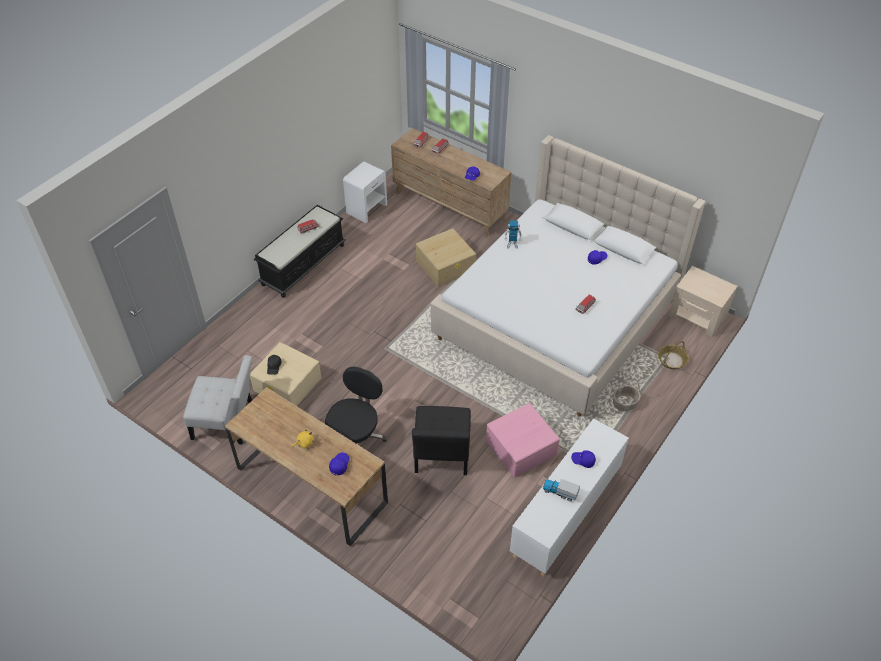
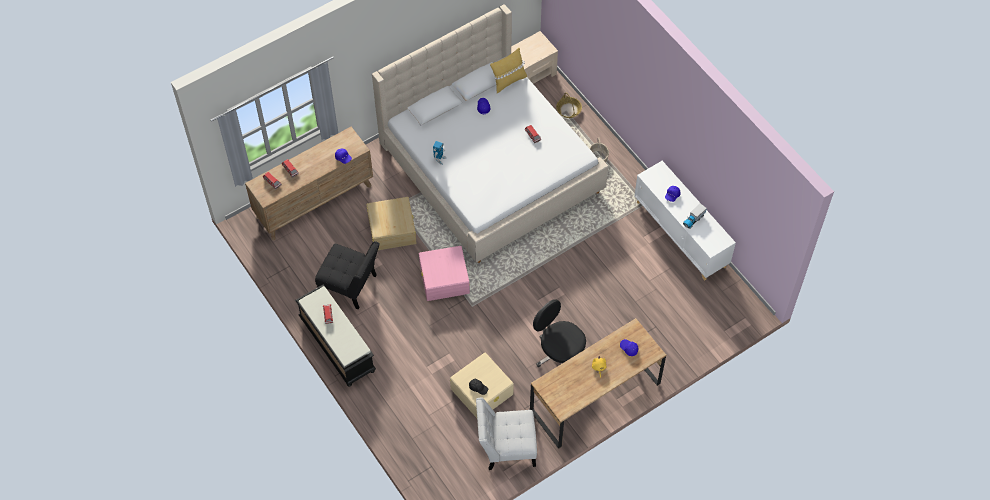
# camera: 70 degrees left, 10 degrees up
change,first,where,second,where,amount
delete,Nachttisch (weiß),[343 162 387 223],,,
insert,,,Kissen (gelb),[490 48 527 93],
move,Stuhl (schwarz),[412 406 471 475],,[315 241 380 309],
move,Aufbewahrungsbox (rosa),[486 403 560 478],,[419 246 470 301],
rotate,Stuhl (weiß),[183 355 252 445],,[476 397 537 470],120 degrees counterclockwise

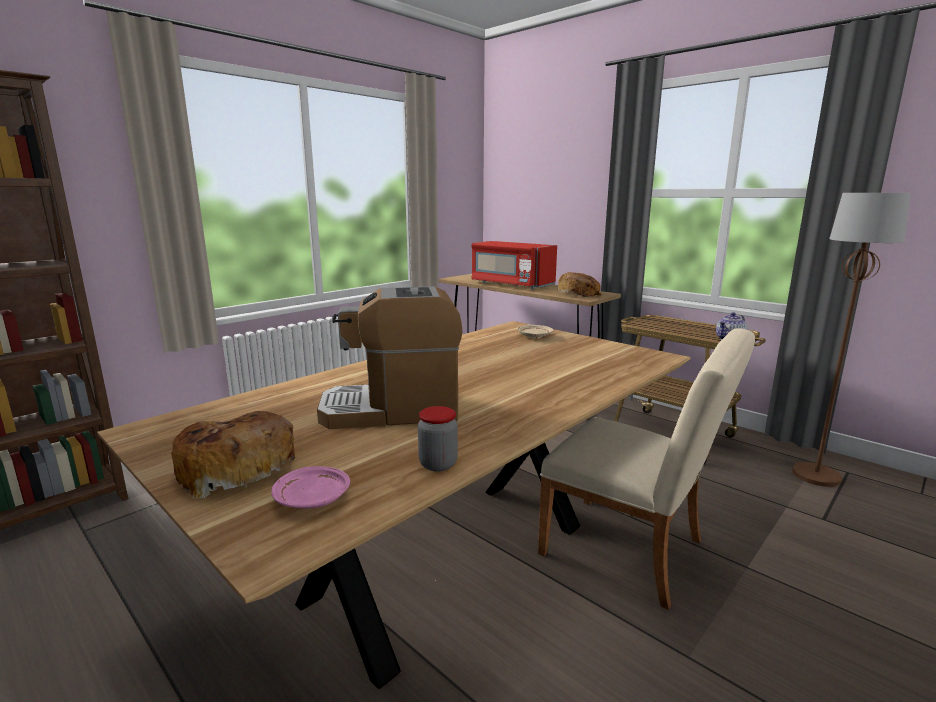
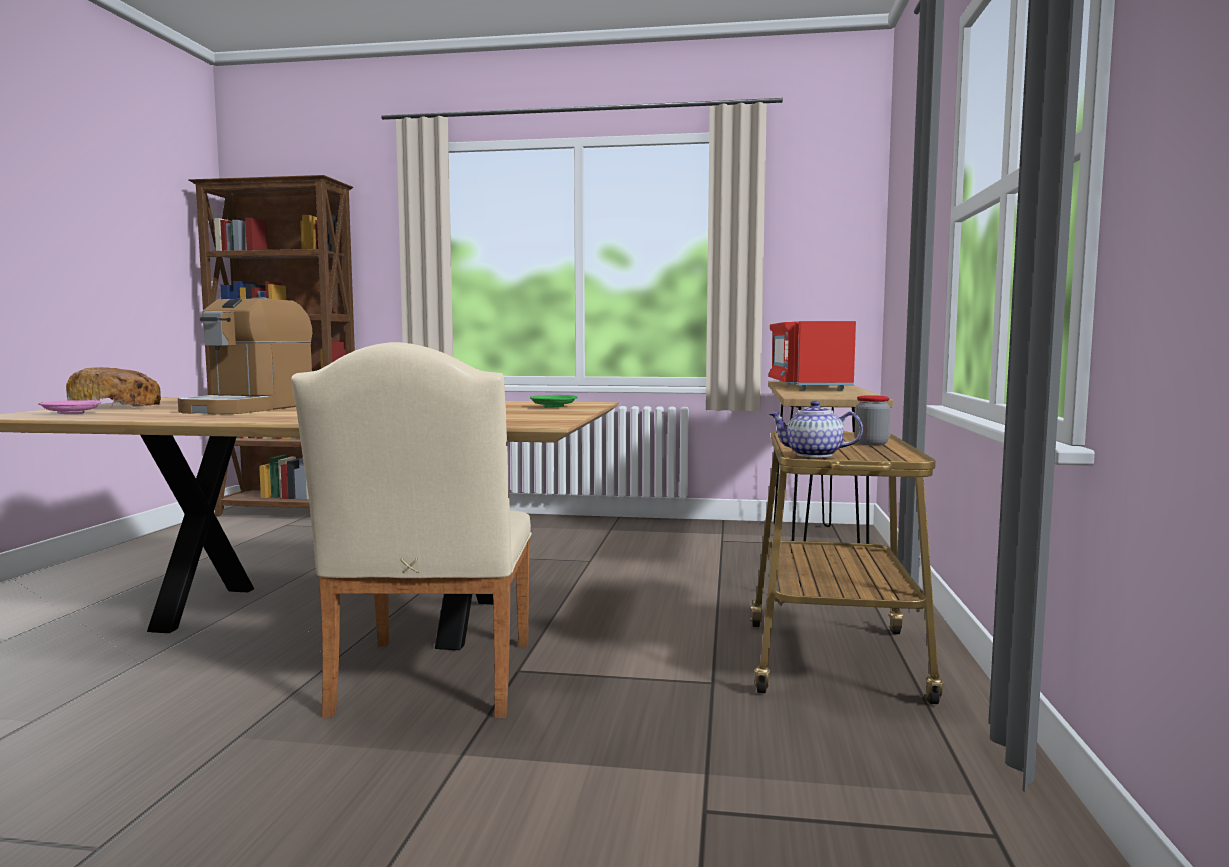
# camera: 55 degrees right, 10 degrees down
change,first,where,second,where,amount
delete,Brot,[558 272 602 297],,,
delete,Stehlampe (braun),[792 193 911 487],,,
move,Vorratsglas,[418 406 458 472],,[855 395 890 446],
recolor,Teller (beige),[517 325 553 339],Teller (grün),[530 395 577 408],
rotate,Kaffeemaschine,[317 286 463 429],,[178 297 312 415],120 degrees counterclockwise

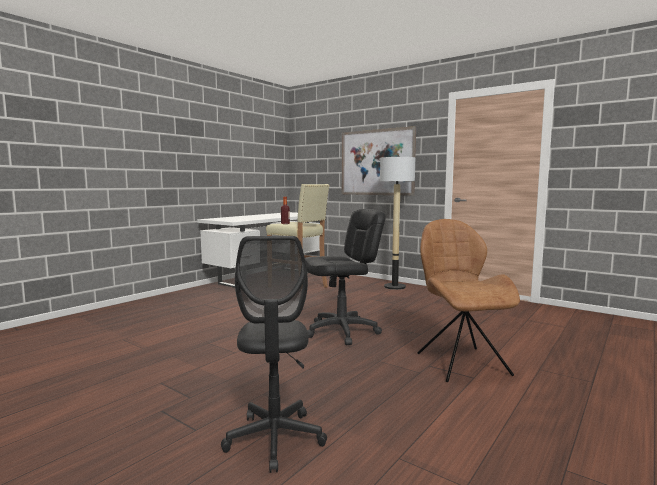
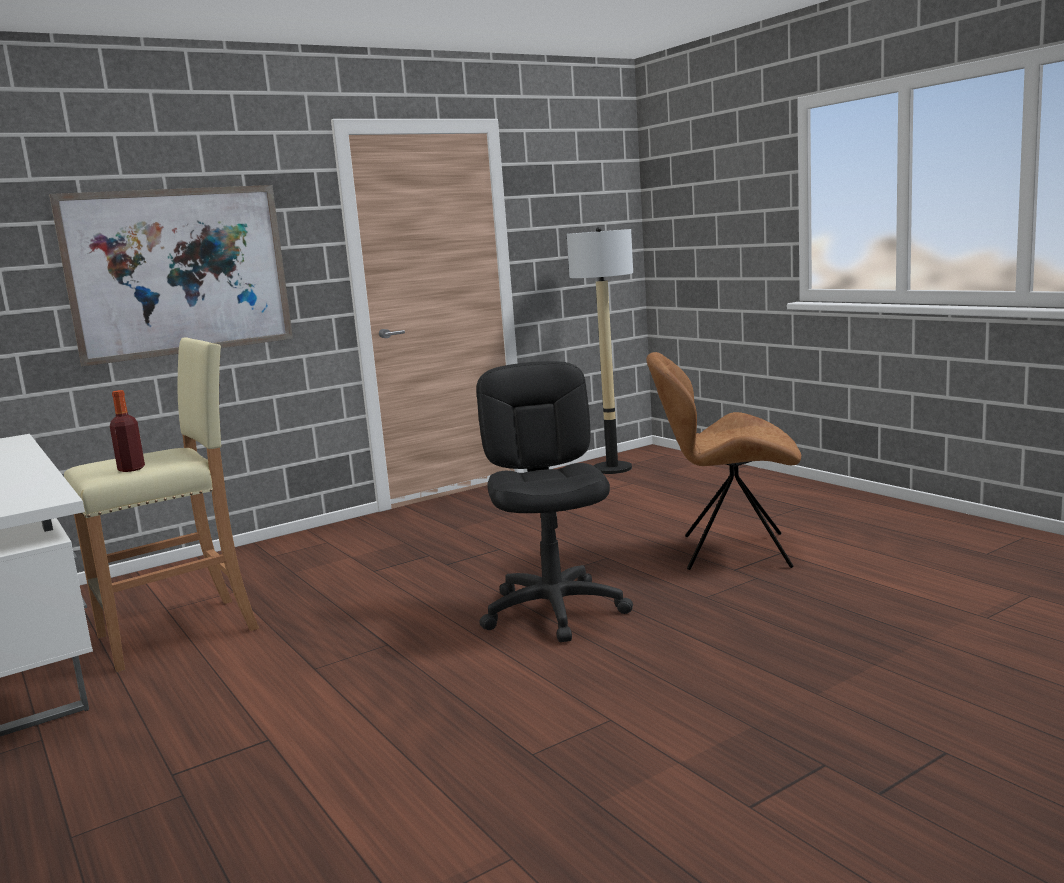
# camera: 70 degrees left, 5 degrees up
change,first,where,second,where,amount
delete,Bürostuhl (schwarz),[221 236 327 473],,,
move,Stehlampe,[380 156 415 290],,[567 227 633 474],

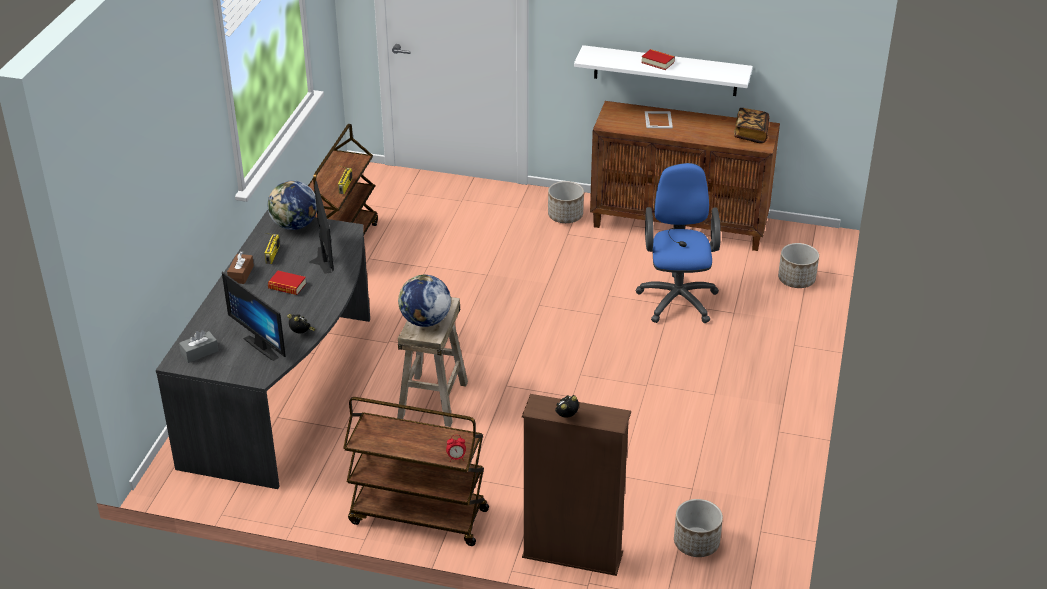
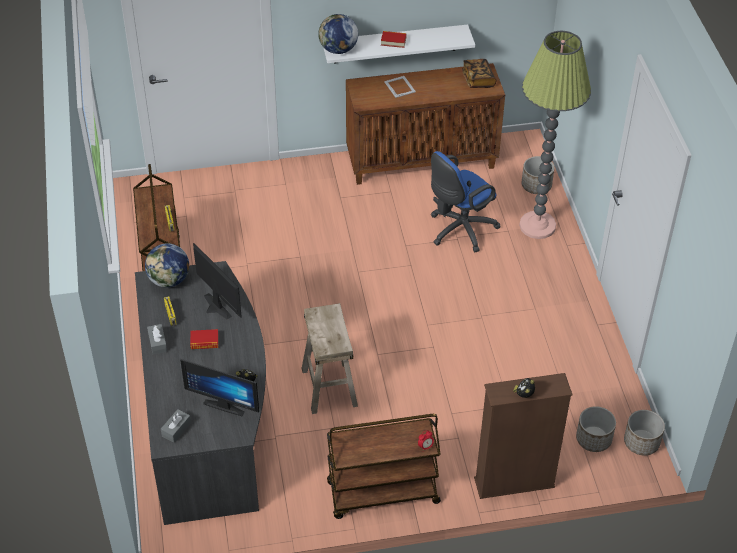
# camera: 25 degrees left, 10 degrees up
change,first,where,second,where,amount
insert,,,Stehlampe,[519 31 591 239],
move,Globus,[398 275 451 327],,[318 14 358 54],
move,Pflanzkübel,[548 181 584 223],,[624 410 665 456],
recolor,Taschentuchbox (braun),[227 251 254 284],Taschentuchbox (grau),[147 324 167 354],
rotate,Bürostuhl (blau),[636 163 721 323],,[431 151 500 252],105 degrees counterclockwise

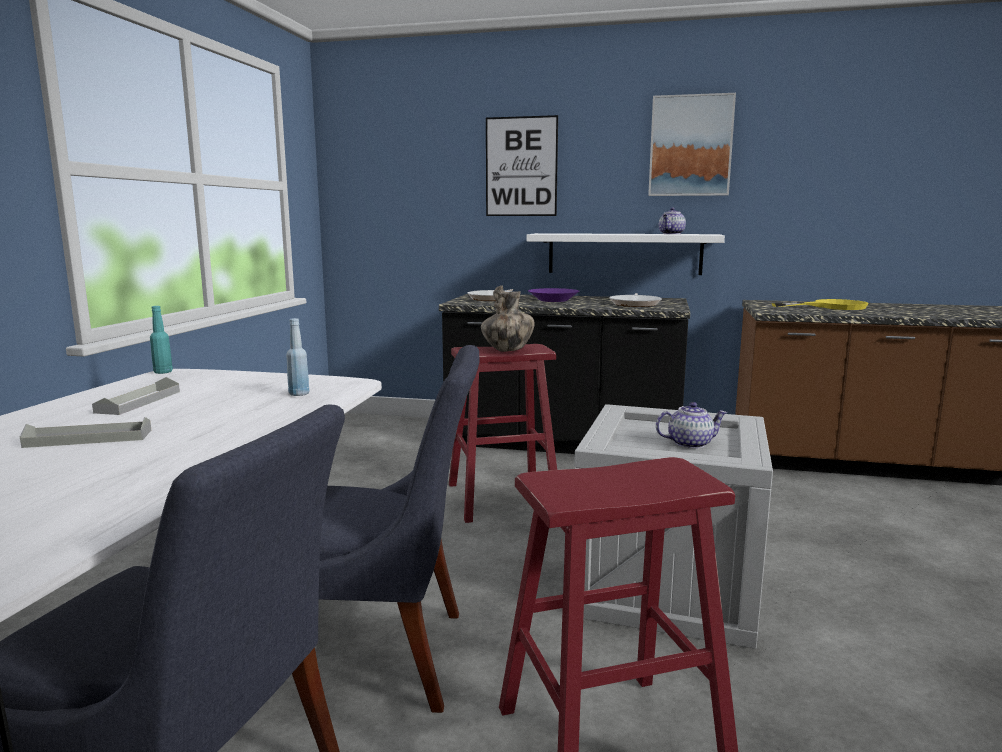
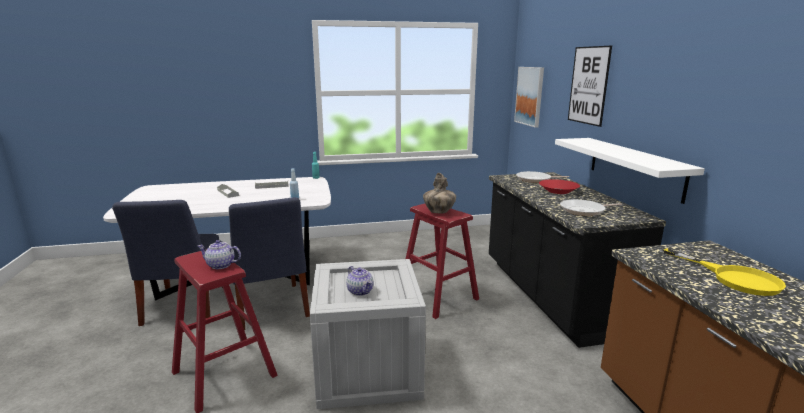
# camera: 65 degrees right, 5 degrees up
change,first,where,second,where,amount
move,Bild,[648 93 736 196],,[514 67 544 127],
move,Teekanne,[659 207 686 234],,[198 240 241 269],
recolor,Schüssel (lila),[528 288 579 302],Schüssel (rot),[539 179 580 194],

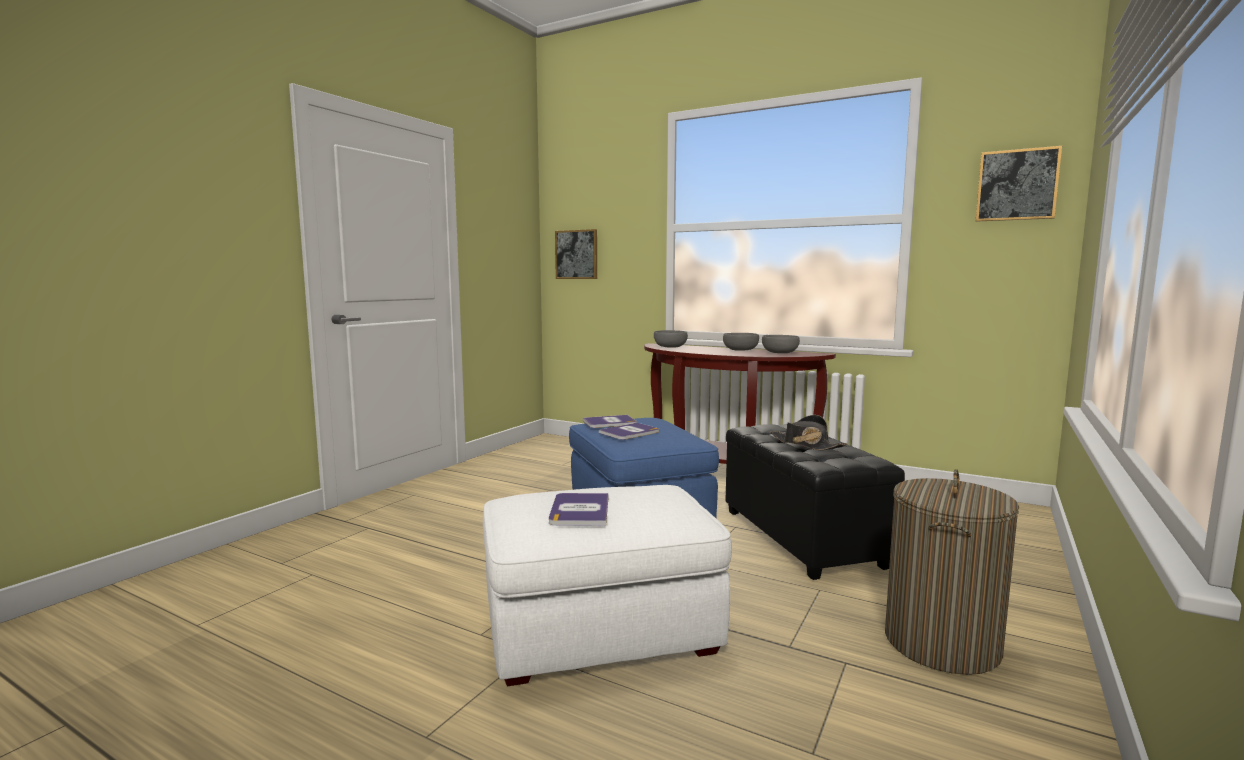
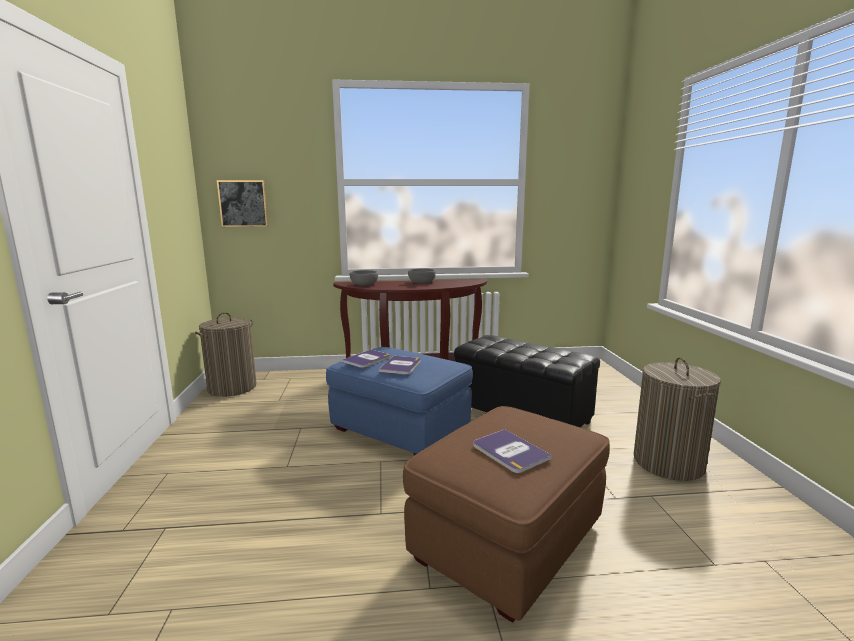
# camera: 35 degrees left, 5 degrees up
change,first,where,second,where,amount
delete,Schüssel (grau),[762 335 800 353],,,
delete,Hut (schwarz),[770 415 847 450],,,
delete,Bild,[976 146 1062 222],,,
insert,,,Wäschekorb,[195 312 256 397],
recolor,Polsterhocker (weiß),[483 485 732 686],Polsterhocker (braun),[403 406 610 623],

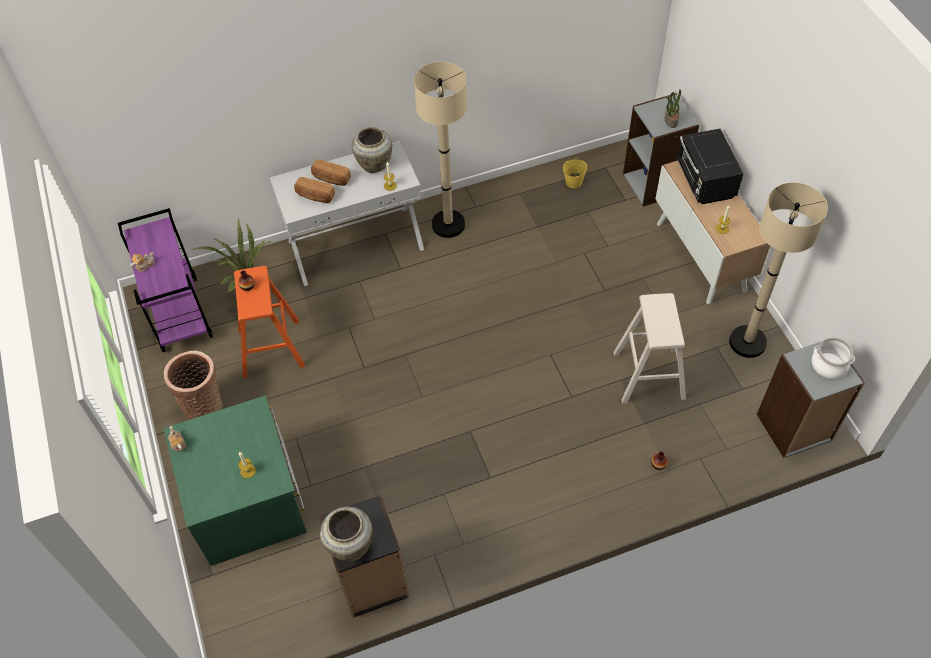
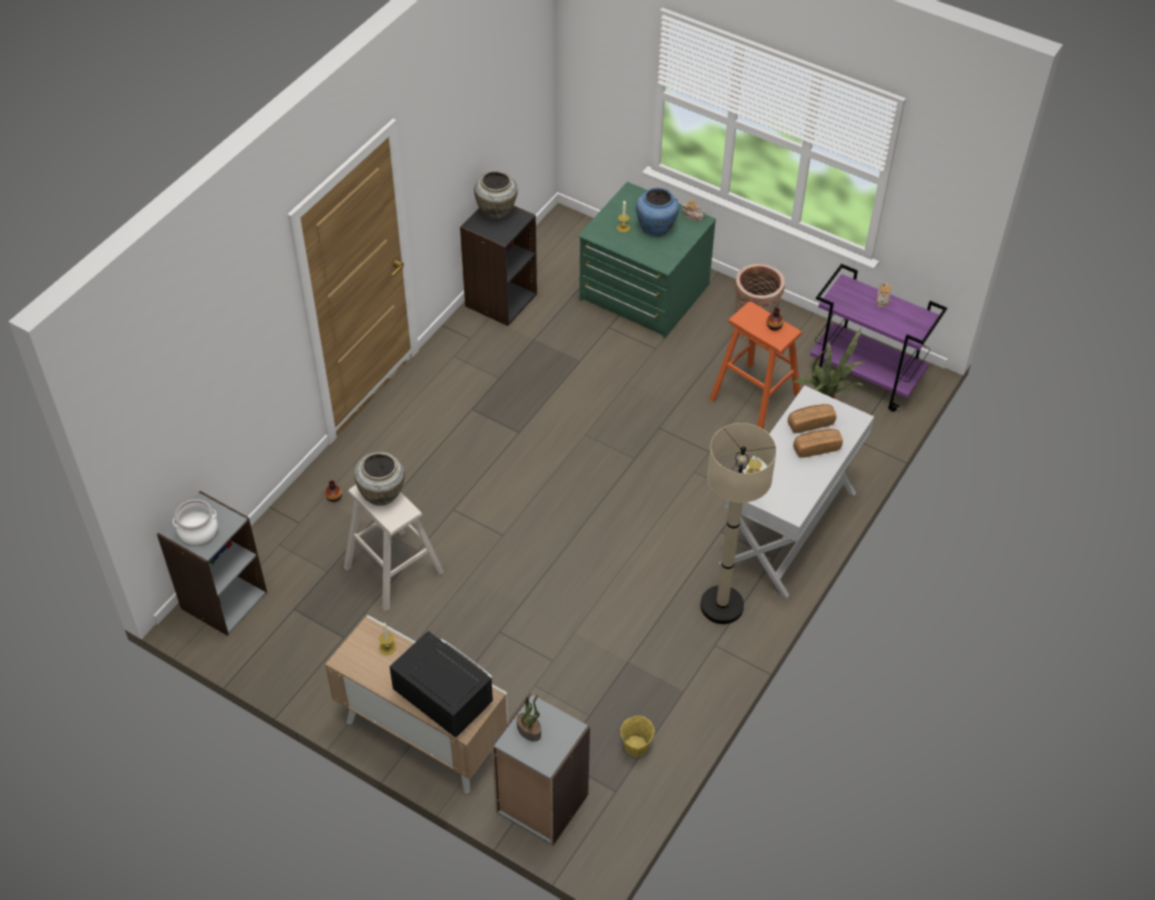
# camera: 140 degrees right, 5 degrees down
change,first,where,second,where,amount
delete,Stehlampe (beige),[729 182 828 358],,,
insert,,,Vase (blau),[636 188 679 237],
move,Vase (beige),[352 127 392 173],,[354 452 405 506],

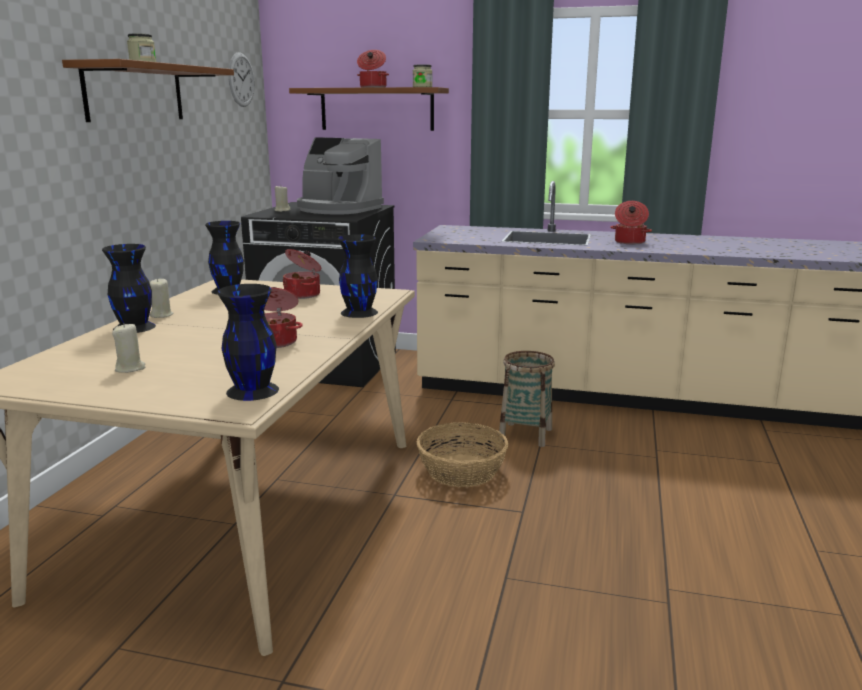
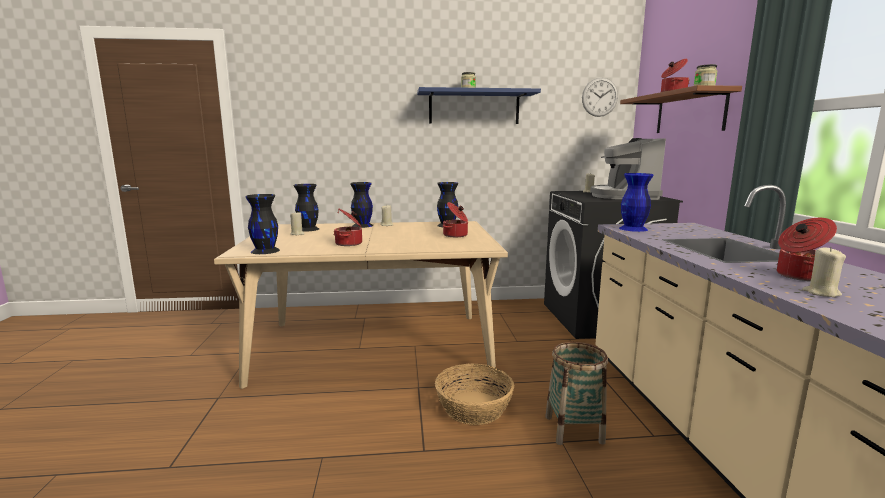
# camera: 70 degrees right, 5 degrees down
change,first,where,second,where,amount
insert,,,Vase (blau),[619 173 654 232],
insert,,,Kerze (beige),[802 247 846 297],
move,Vase (schwarz),[338 234 378 318],,[294 184 319 232],
recolor,Wandregal (braun),[62 59 234 122],Wandregal (blau),[417 87 541 124],

